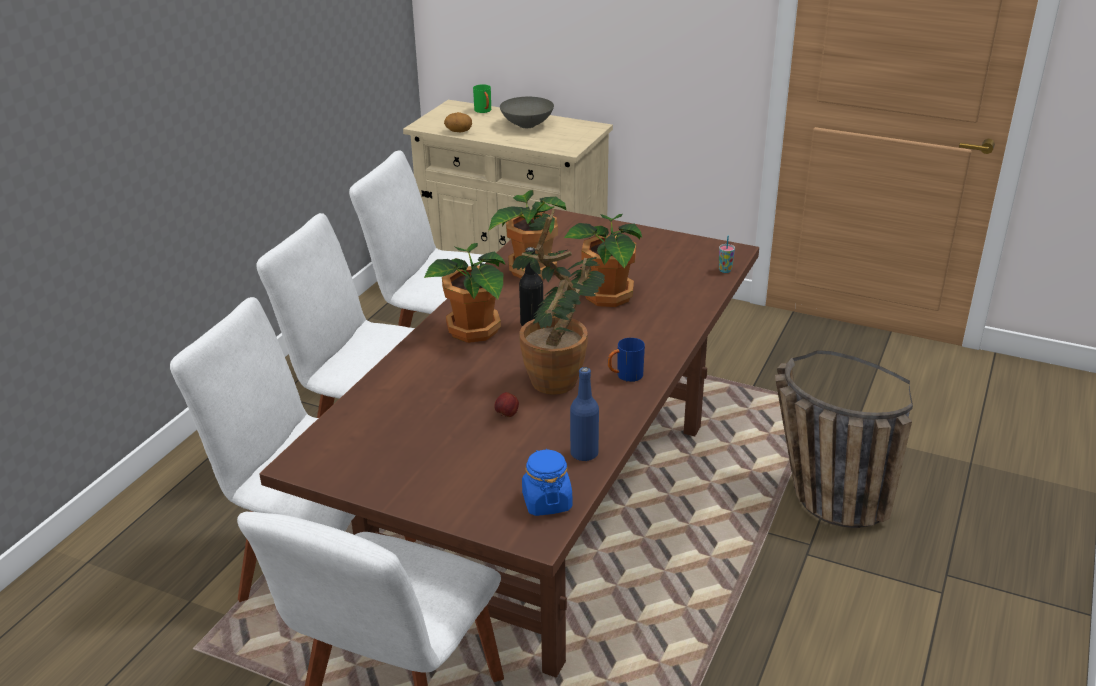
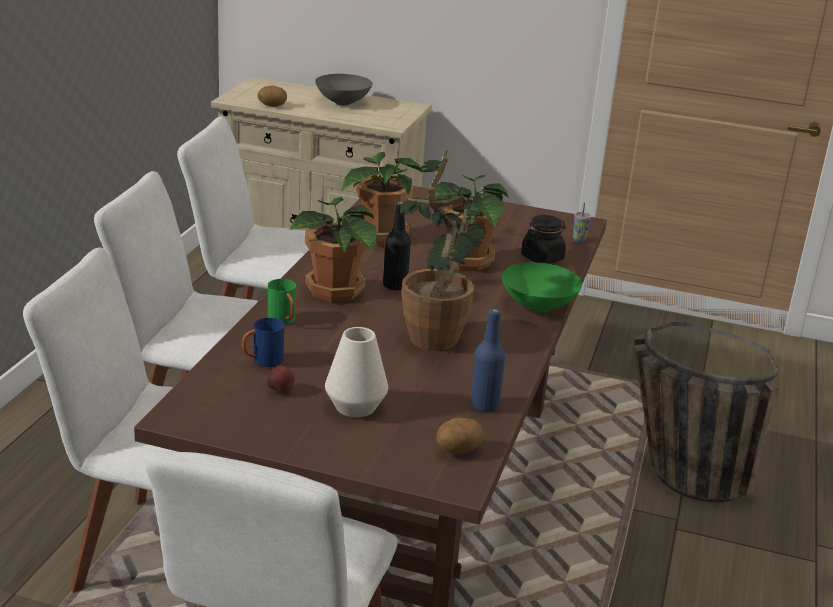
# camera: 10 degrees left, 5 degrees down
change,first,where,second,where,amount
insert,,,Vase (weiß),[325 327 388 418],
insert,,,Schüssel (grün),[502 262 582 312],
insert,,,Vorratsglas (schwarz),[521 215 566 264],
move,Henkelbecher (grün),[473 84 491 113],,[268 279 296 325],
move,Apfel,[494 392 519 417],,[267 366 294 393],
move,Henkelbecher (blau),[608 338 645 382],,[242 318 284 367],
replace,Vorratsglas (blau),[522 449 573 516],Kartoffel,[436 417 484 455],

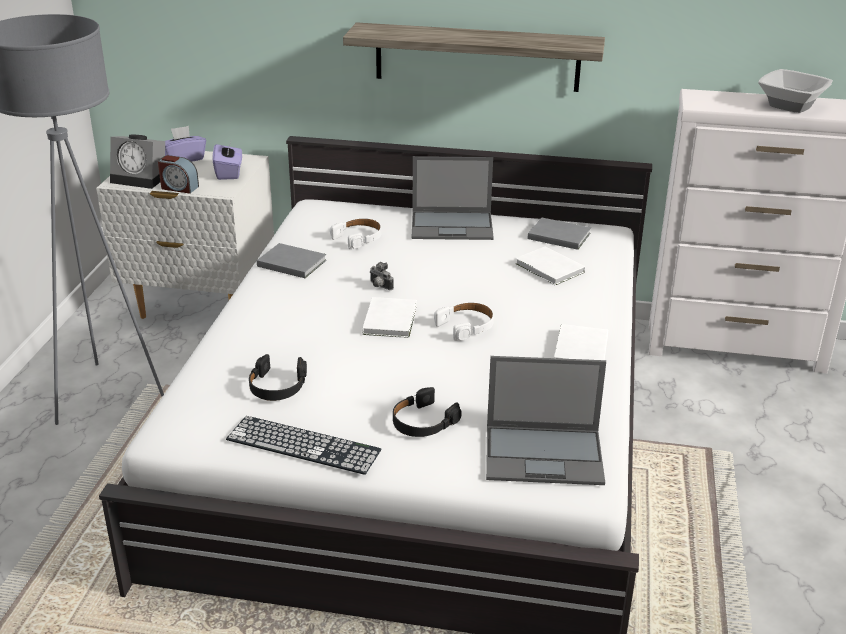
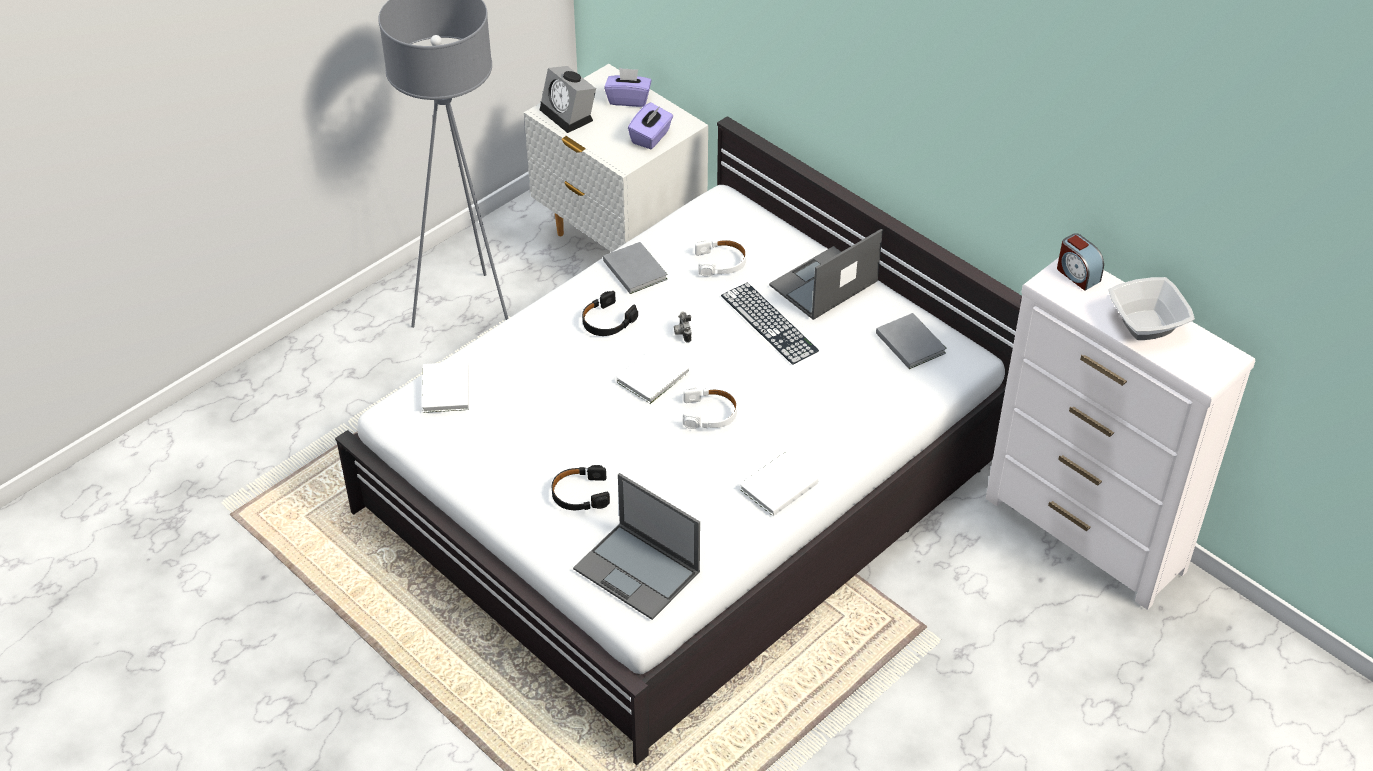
# camera: 35 degrees right, 15 degrees up
change,first,where,second,where,amount
delete,Wandregal,[343 22 605 92],,,
move,Wecker,[158 155 199 194],,[1057 233 1104 291],
move,Tastatur,[226 416 381 475],,[721 283 819 365],
move,Kopfhörer (schwarz),[249 354 307 401],,[582 291 638 336],
move,Buch (weiß),[515 246 585 285],,[422 361 469 413],
rotate,Laptop,[412 156 494 240],,[769 229 883 320],105 degrees clockwise

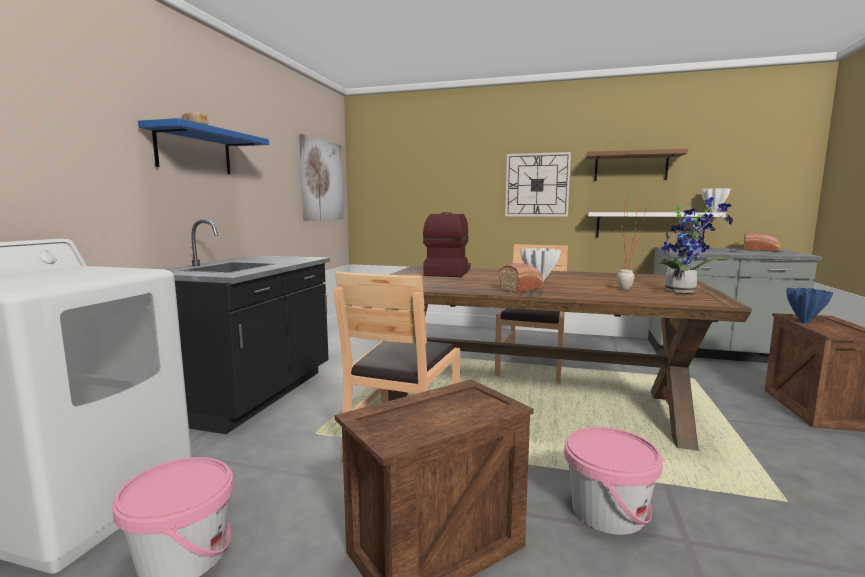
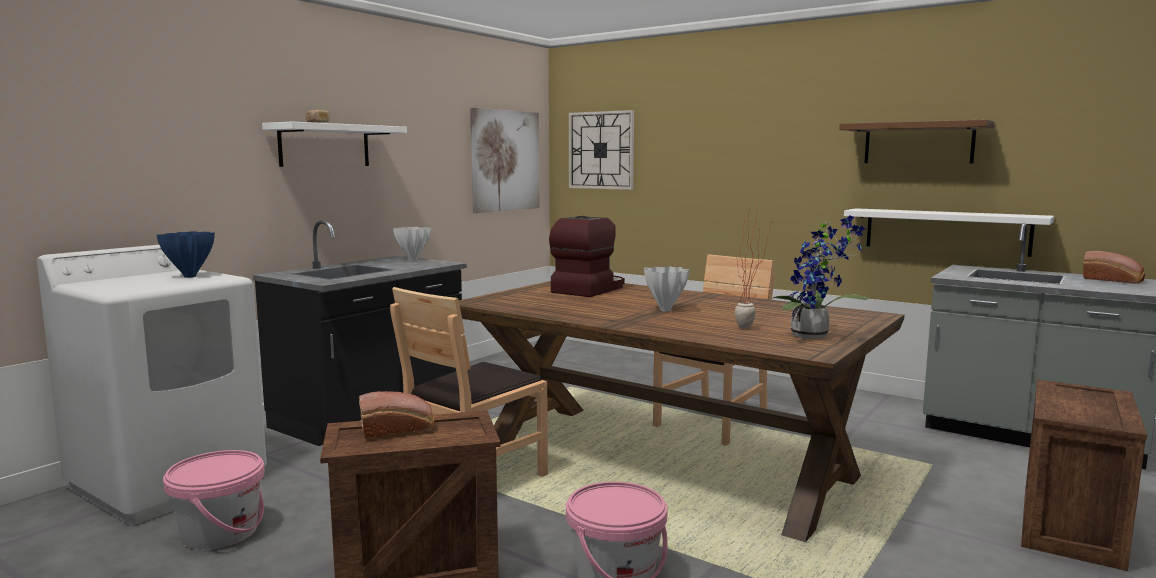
# camera: 20 degrees right, 0 degrees up
change,first,where,second,where,amount
move,Brot,[499 263 544 293],,[359 391 434 439],
move,Wanduhr,[505 152 571 217],,[569 110 634 190],
move,Vase (weiß),[701 188 731 212],,[393 227 431 260],
move,Vase (blau),[786 288 833 323],,[157 231 215 278],
recolor,Wandregal (blau),[138 118 269 174],Wandregal (weiß),[262 121 407 167],

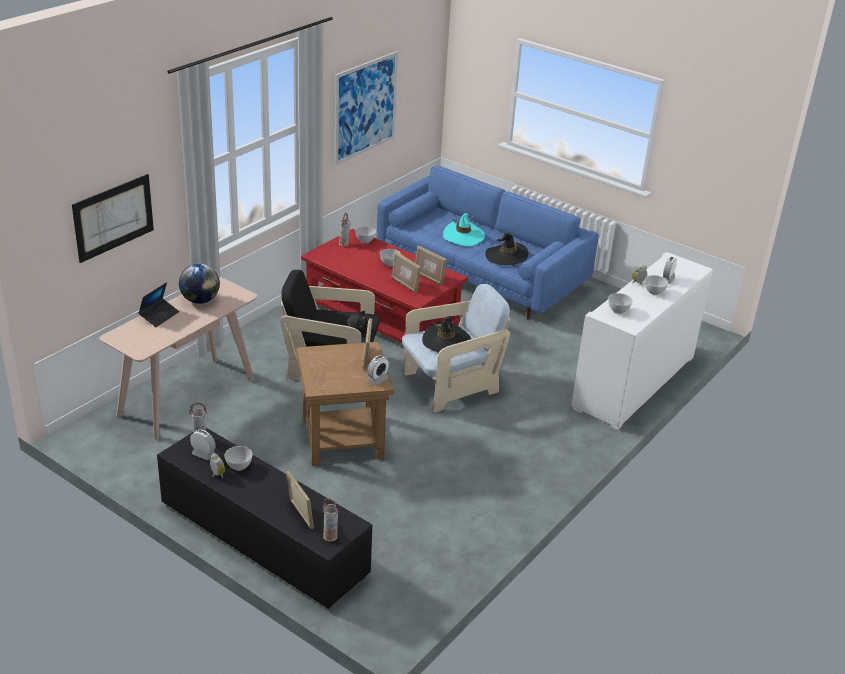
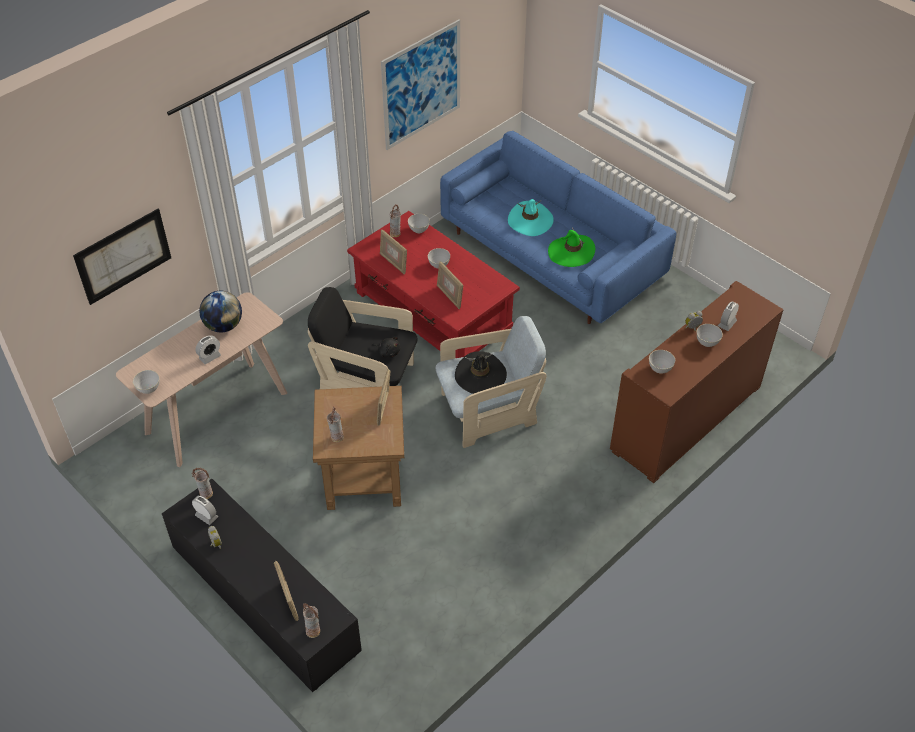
# camera: 10 degrees right, 15 degrees up
change,first,where,second,where,amount
delete,Laptop,[138 282 179 327],,,
insert,,,Vase,[327 407 344 442],
move,Schüssel (grau),[225 446 252 471],,[133 370 160 394],
move,Wecker,[367 355 389 385],,[195 335 221 364],
move,Bilderrahmen,[415 246 447 286],,[380 230 407 275],
recolor,Hut (schwarz),[485 232 528 265],Hut (grün),[548 227 595 267],
recolor,Schrank (weiß),[571 252 713 430],Schrank (braun),[610 281 784 483],

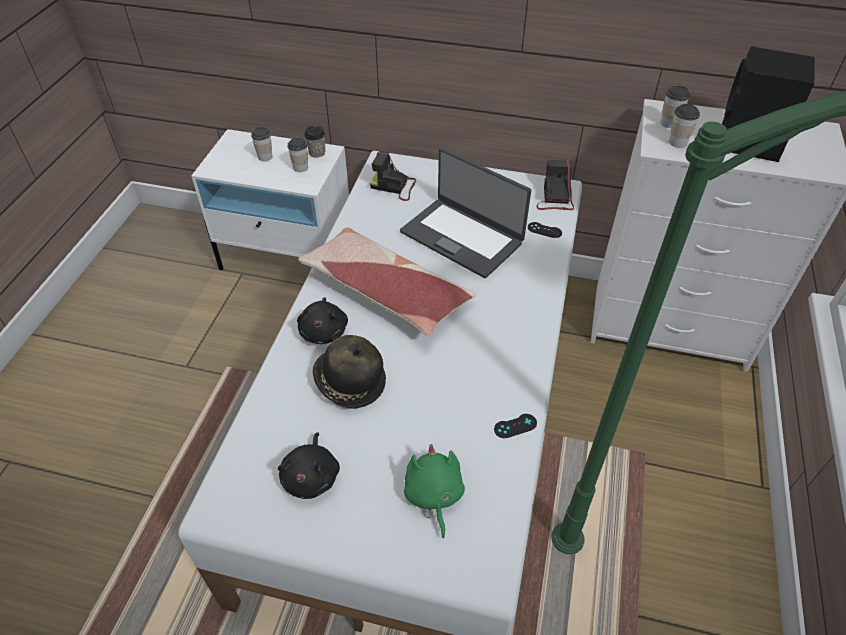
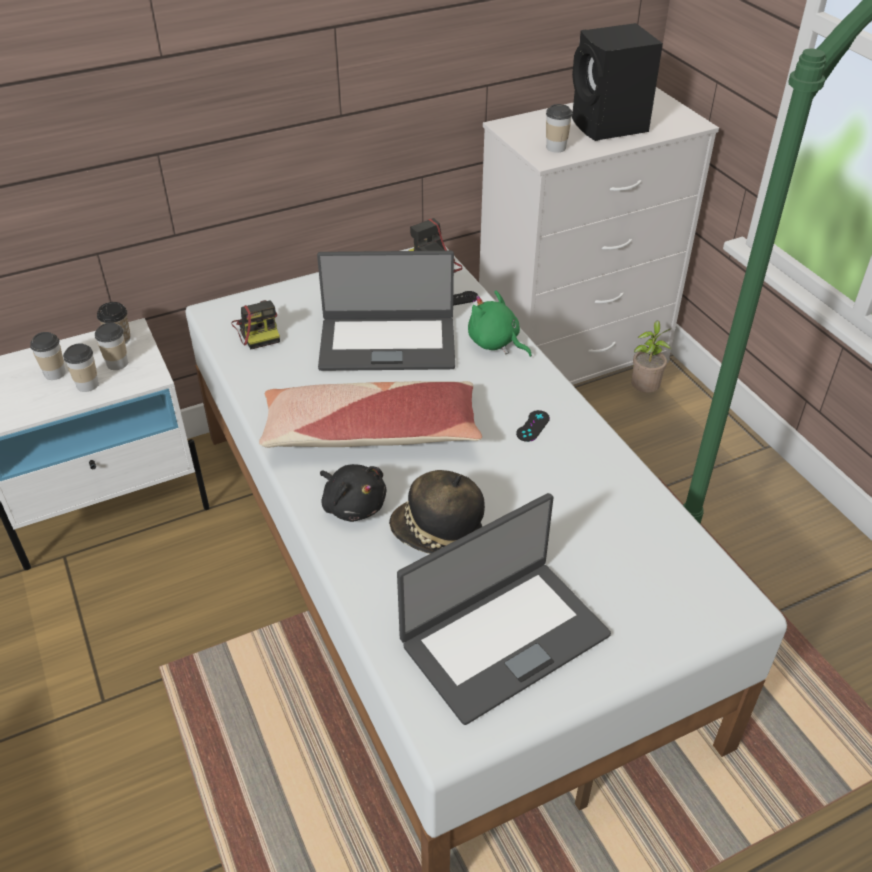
# camera: 40 degrees left, 5 degrees down
change,first,where,second,where,amount
insert,,,Topfpflanze,[631 321 672 393],
move,Plüschtier (grün),[404 444 465 538],,[468 290 532 357],
move,Gamepad (schwarz),[494 414 537 438],,[516 410 550 442],
move,Tasse,[660 85 690 128],,[63 343 99 392],
replace,Plüschtier (schwarz),[278 433 340 499],Laptop,[397 493 611 725],
rotate,Kamera,[370 150 416 201],,[231 300 280 349],90 degrees counterclockwise

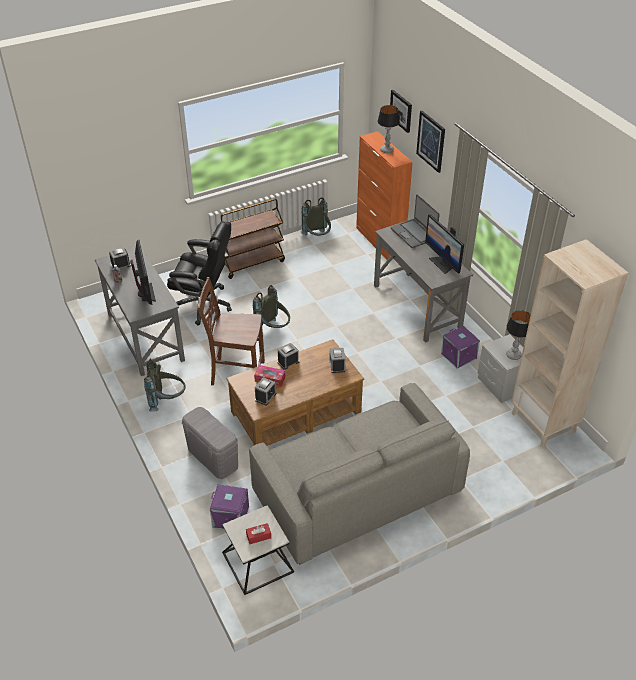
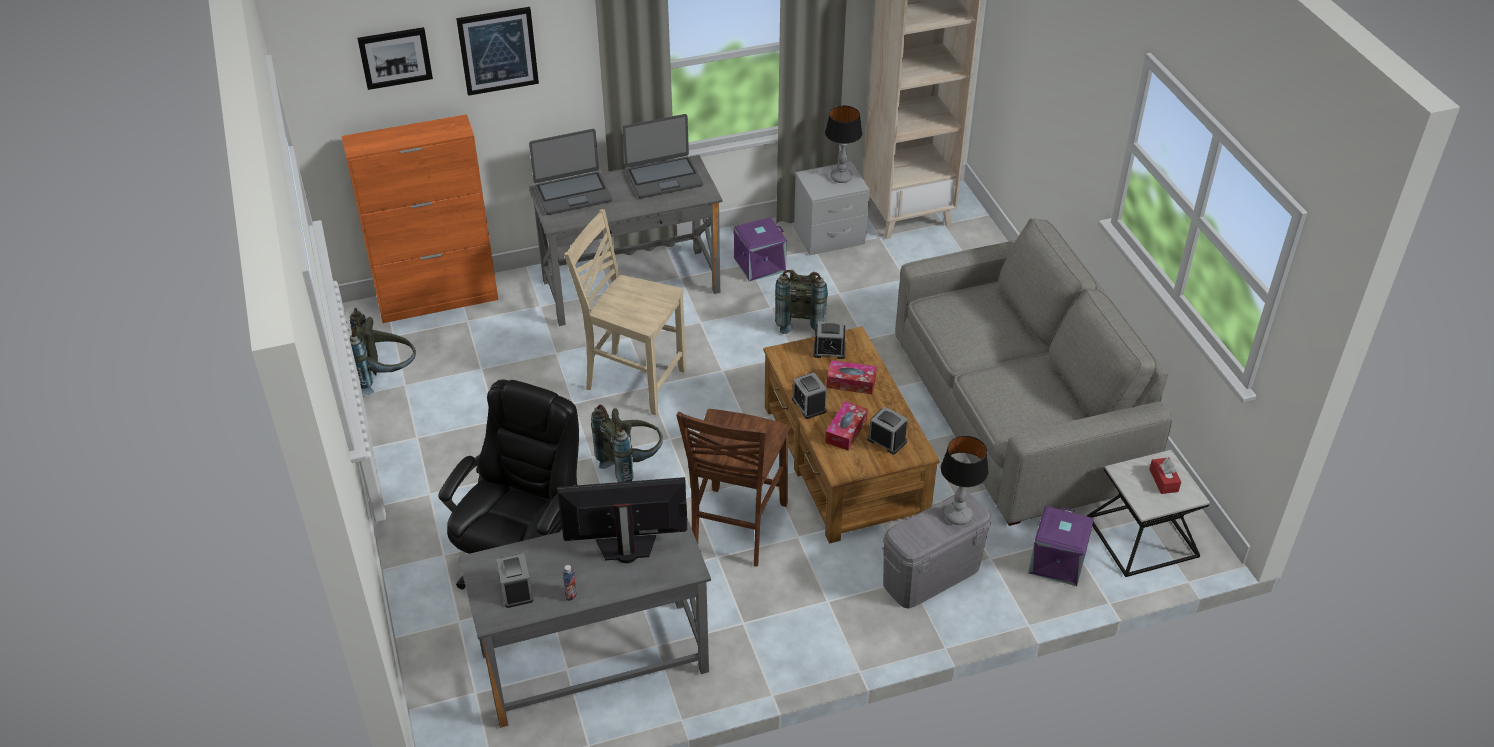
# camera: 80 degrees left, 0 degrees up
change,first,where,second,where,amount
delete,Rollwagen (braun),[221 199 285 279],,,
insert,,,Stuhl (beige),[564 209 686 415],
insert,,,Taschentuchbox,[827 360 877 394],
move,Rucksack (grau),[144 359 186 412],,[775 270 828 335],
move,Tischlampe,[377 105 400 153],,[941 436 989 525],
replace,Monitor,[425 214 464 274],Laptop,[623 114 703 199],

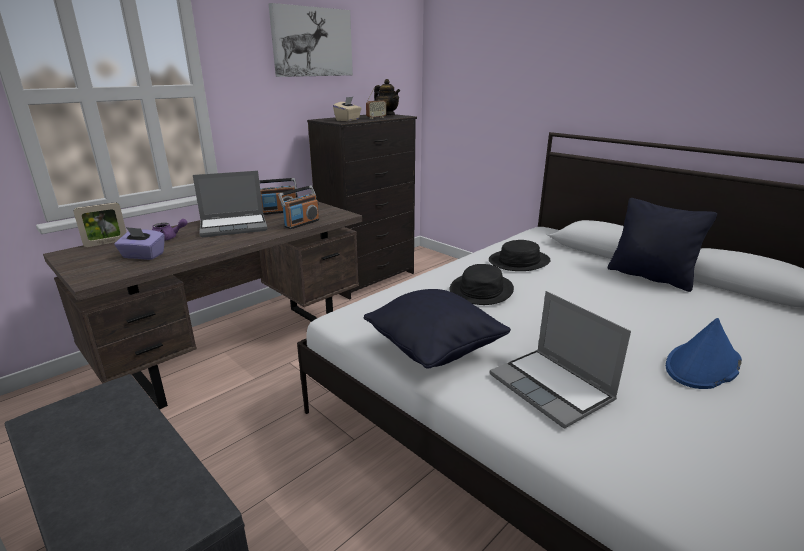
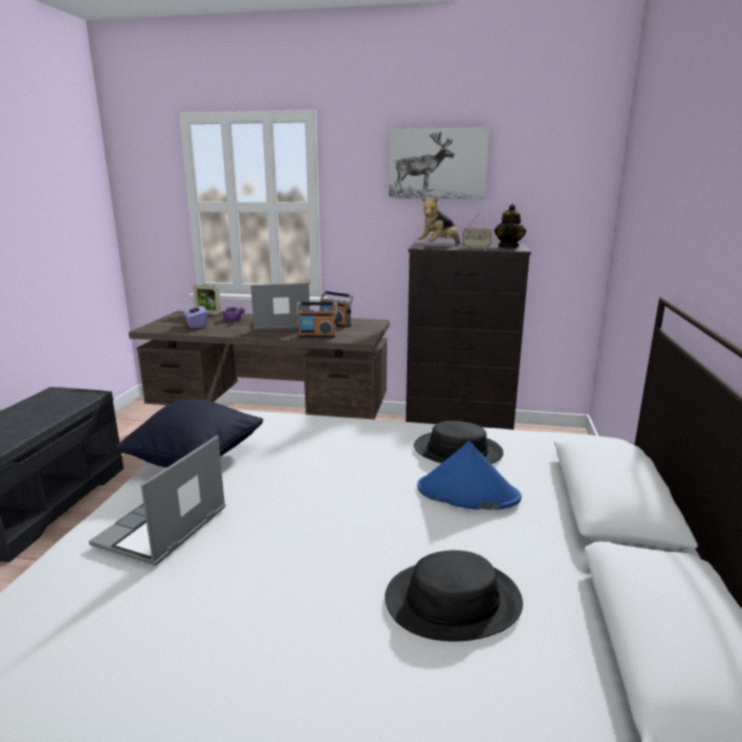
# camera: 55 degrees right, 5 degrees down
change,first,where,second,where,amount
delete,Kissen (schwarz),[608 198 717 292],,,
move,Hut (schwarz),[450 264 514 305],,[385 550 523 641],
move,Hut (blau),[666 318 742 389],,[418 441 521 510],
replace,Taschentuchbox (beige),[333 97 362 121],Plüschtier,[418 196 460 244],
rotate,Laptop,[193 171 268 237],,[251 283 310 330],135 degrees clockwise

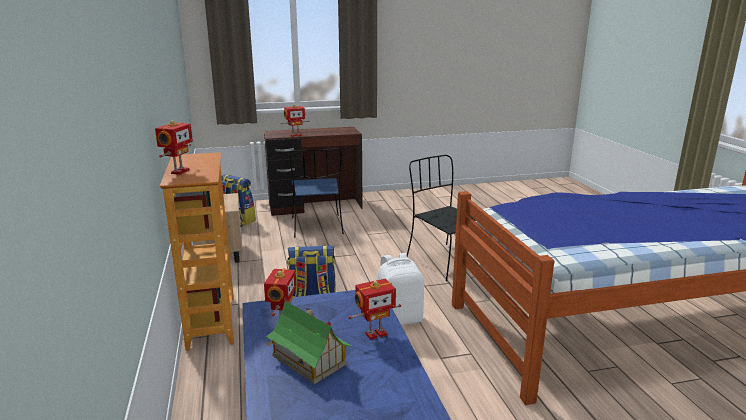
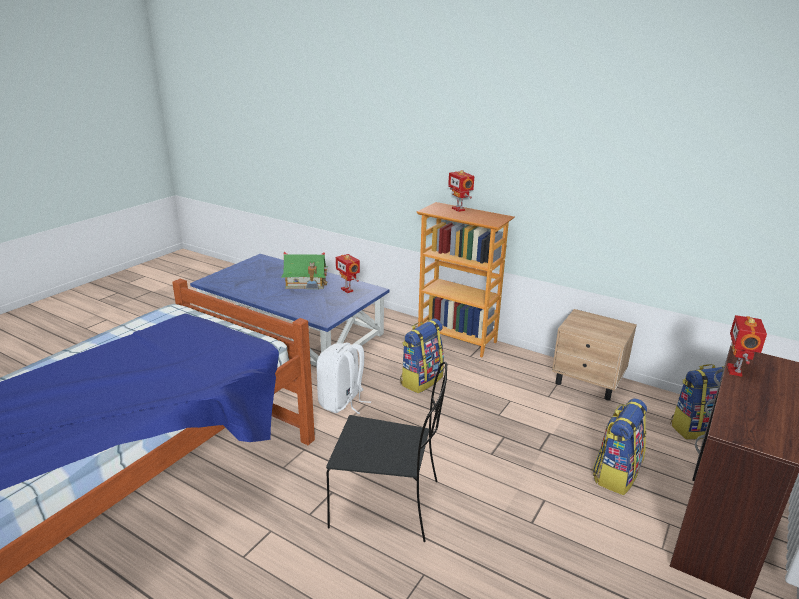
# camera: 135 degrees right, 5 degrees up
change,first,where,second,where,amount
delete,Spielzeugroboter,[348 279 401 340],,,
replace,Stuhl (blau),[290 148 344 237],Rucksack,[593 398 647 495],

